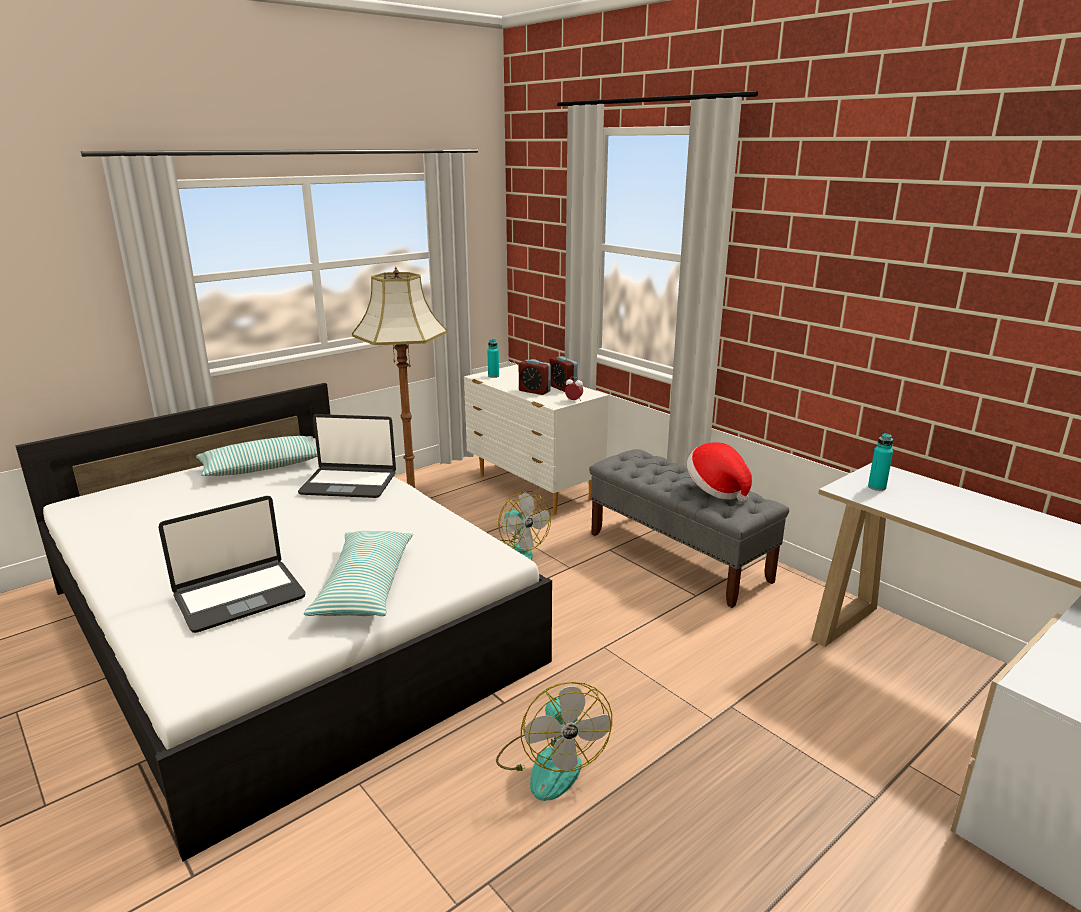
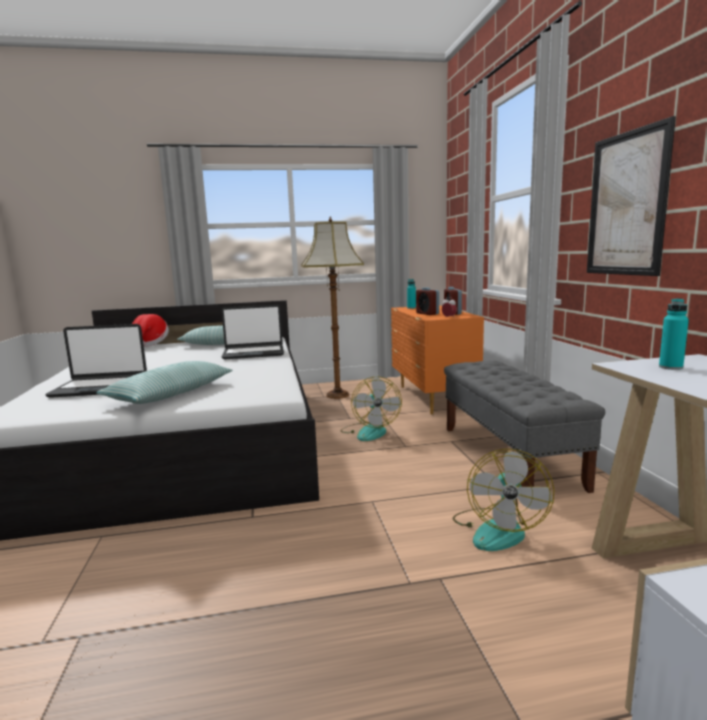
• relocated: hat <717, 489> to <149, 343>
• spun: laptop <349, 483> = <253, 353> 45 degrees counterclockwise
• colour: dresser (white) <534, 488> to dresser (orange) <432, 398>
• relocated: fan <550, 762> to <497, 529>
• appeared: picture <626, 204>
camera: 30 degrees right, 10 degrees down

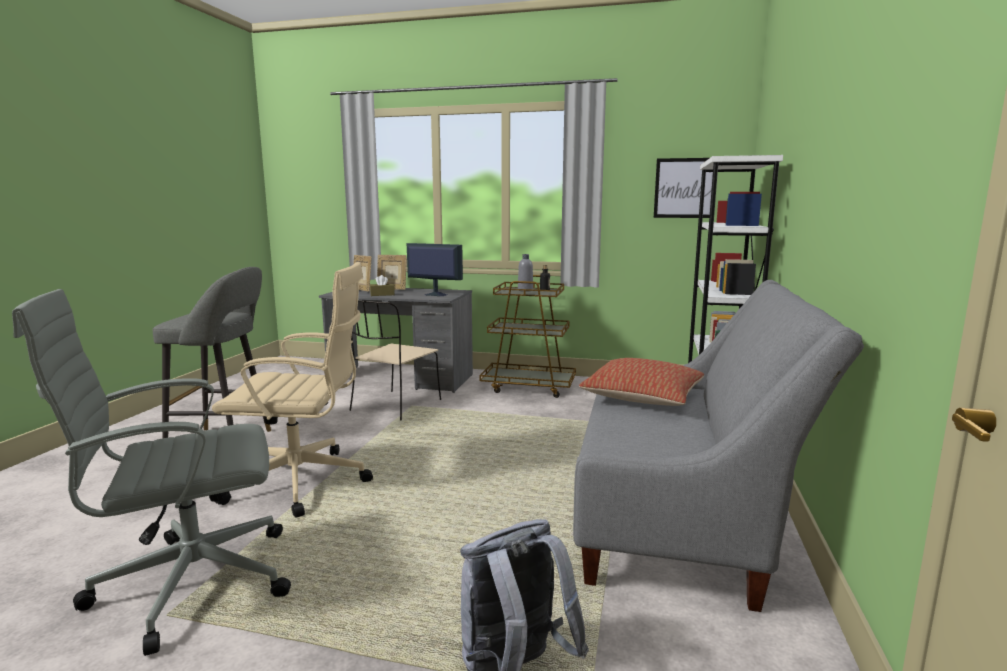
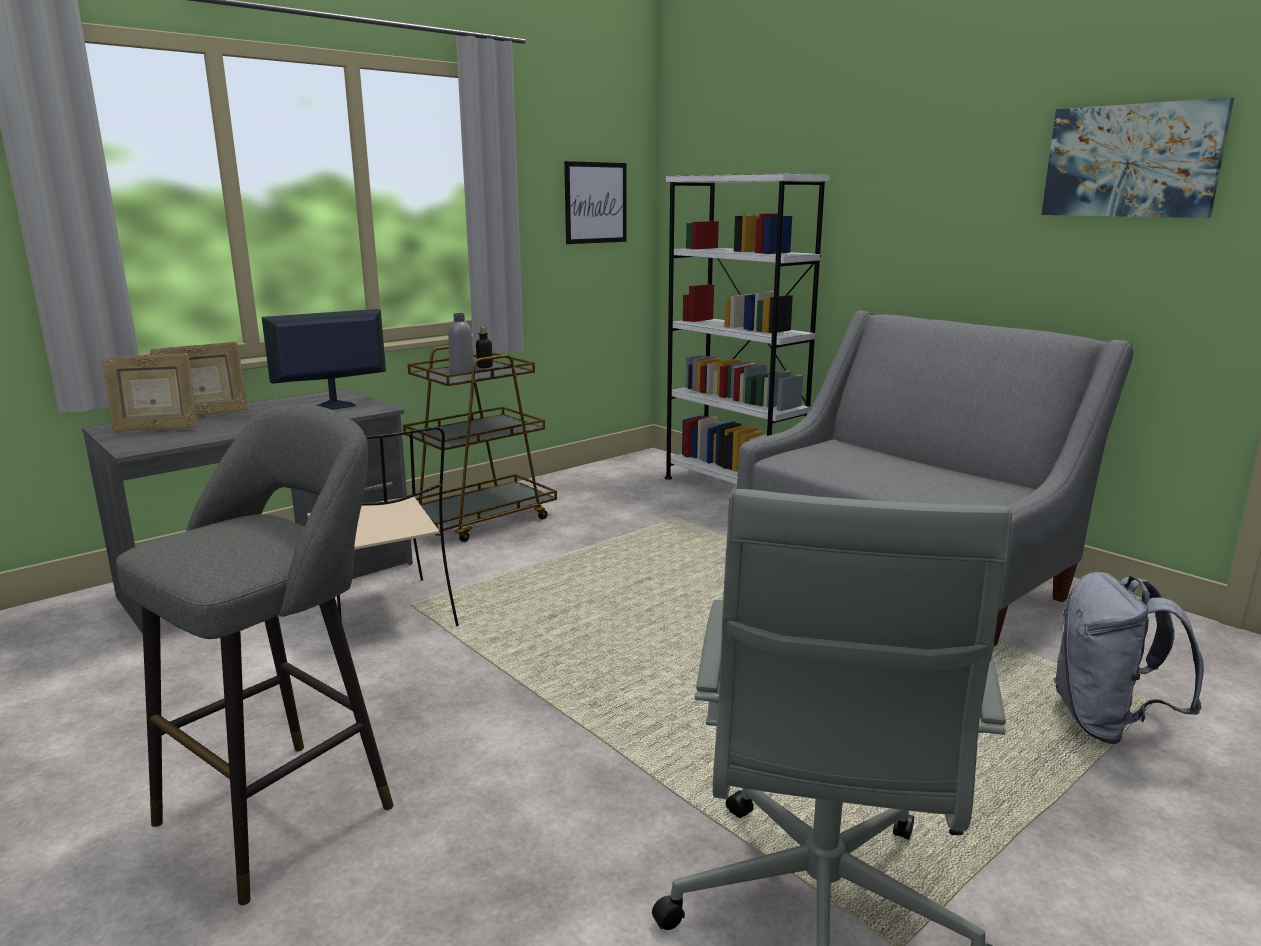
• appeared: picture <1131, 161>
• missing: office chair (beige) <303, 482>
• missing: tissue box (brown) <382, 294>
• missing: pillow <643, 397>
camera: 55 degrees left, 5 degrees up

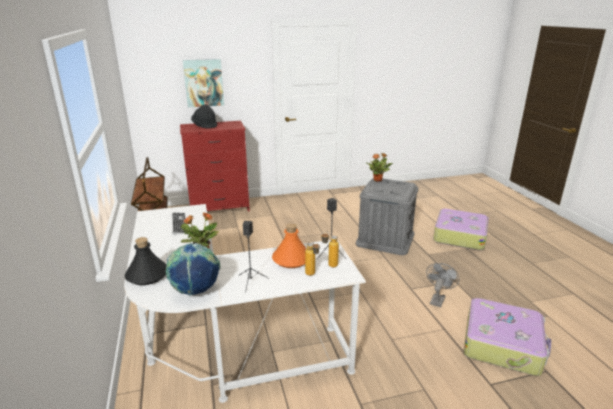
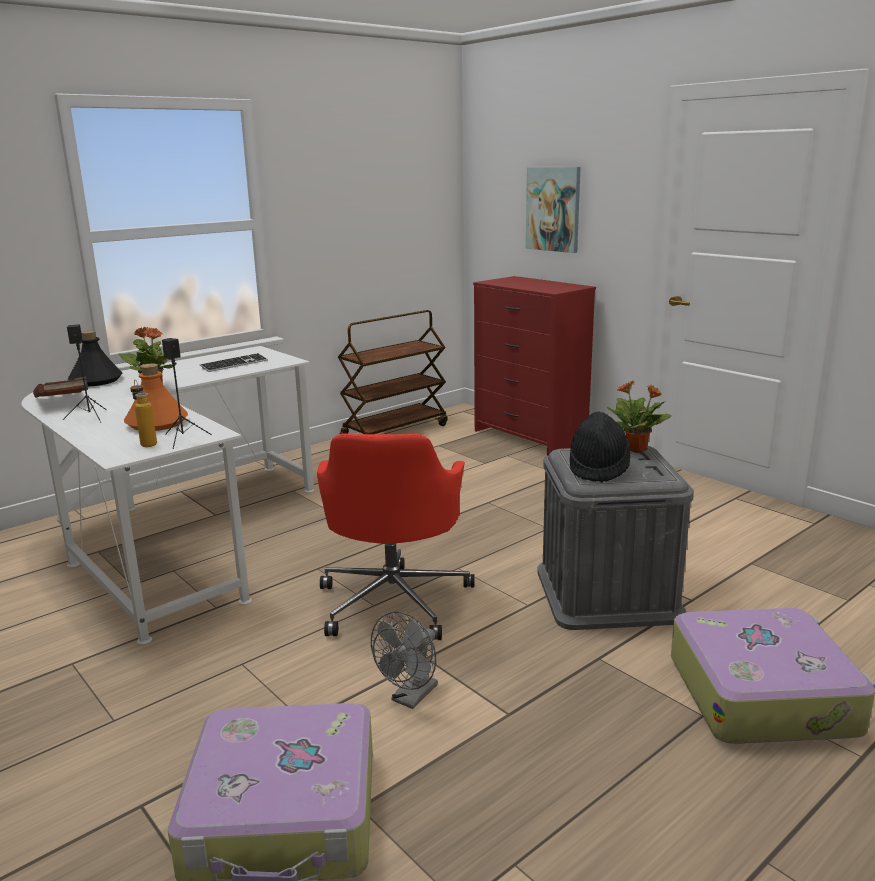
• exchanged: globe <196, 291> to book (brown) <64, 402>
• appeared: office chair (red) <394, 600>
• spun: fan (grey) <437, 299> = <410, 698> 120 degrees clockwise
• relocated: hat (black) <205, 126> to <598, 468>
• missing: bottle <312, 275>
camera: 65 degrees right, 5 degrees down

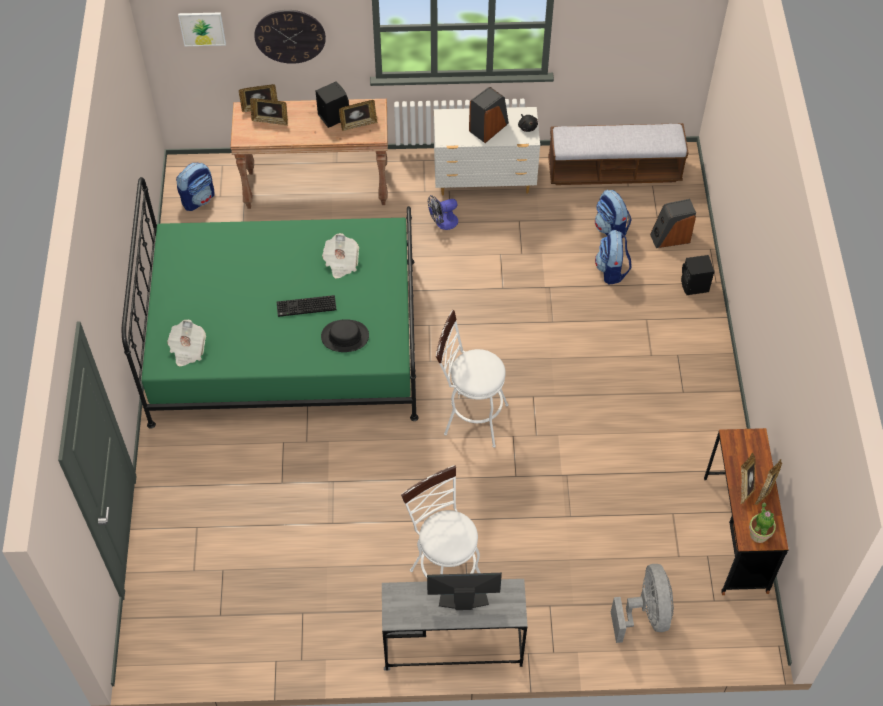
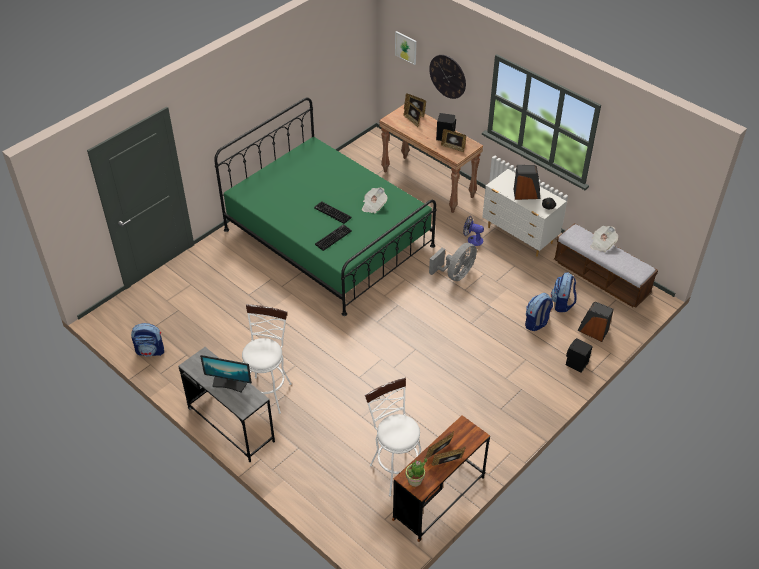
• relocated: backpack <198, 199> to <150, 351>
• spun: monitor <463, 600> = <229, 384> 150 degrees clockwise
• exchanged: hat (black) <345, 336> to keyboard <333, 237>
• relocated: stool (white) <470, 418> to <395, 468>
• relocated: fan (grey) <645, 614> to <455, 274>
• relocated: newspaper <187, 350> to <602, 244>
camera: 45 degrees right, 10 degrees down

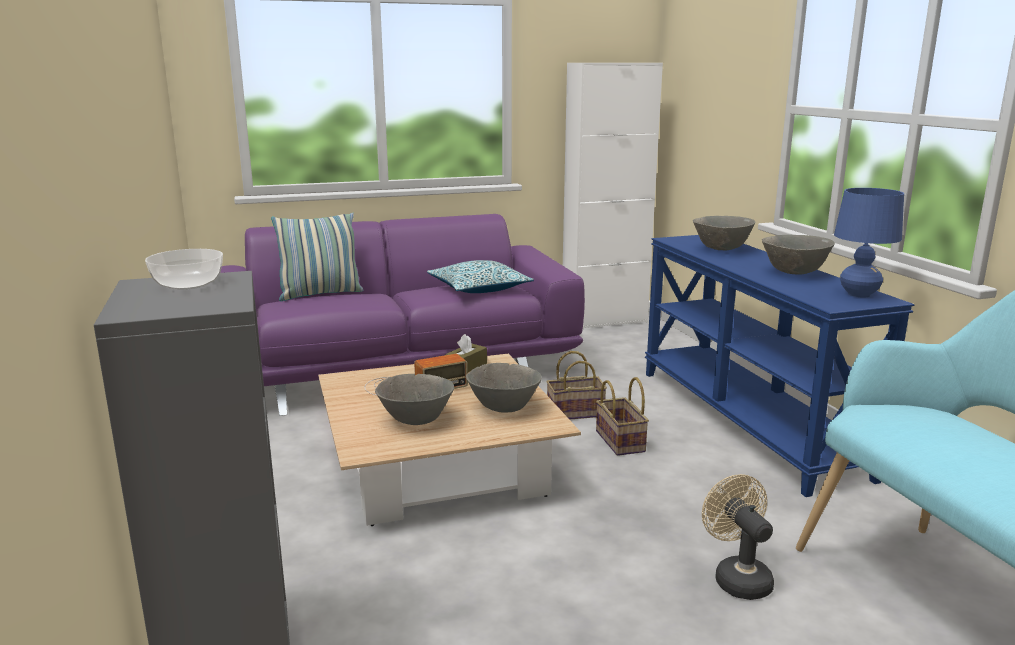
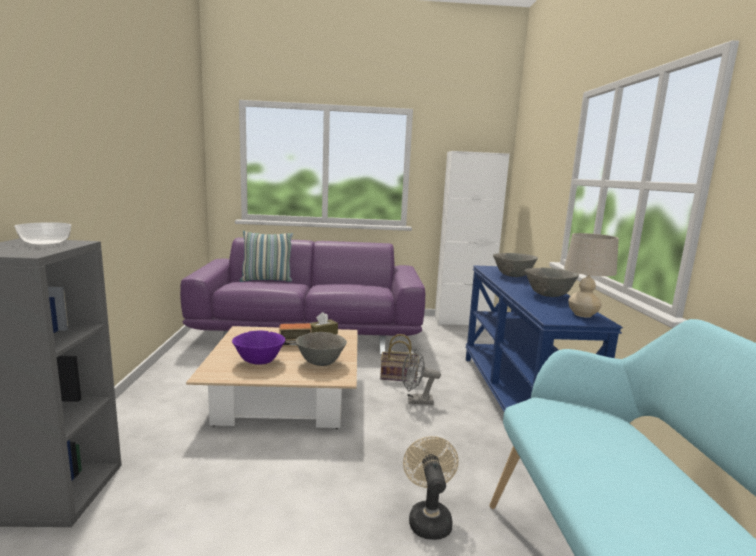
• colour: bowl (grey) <416, 420> to bowl (purple) <259, 361>
• exchanged: basket <621, 442> to fan (grey) <416, 401>
• colour: table lamp (blue) <859, 294> to table lamp (beige) <582, 315>
• missing: pillow <479, 288>
camera: 15 degrees right, 5 degrees down

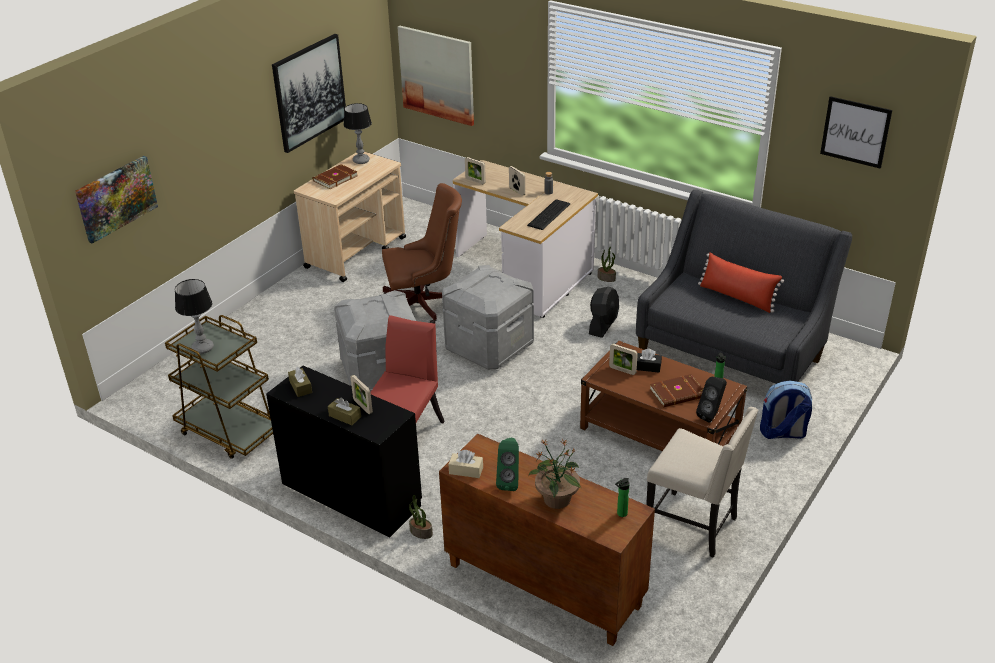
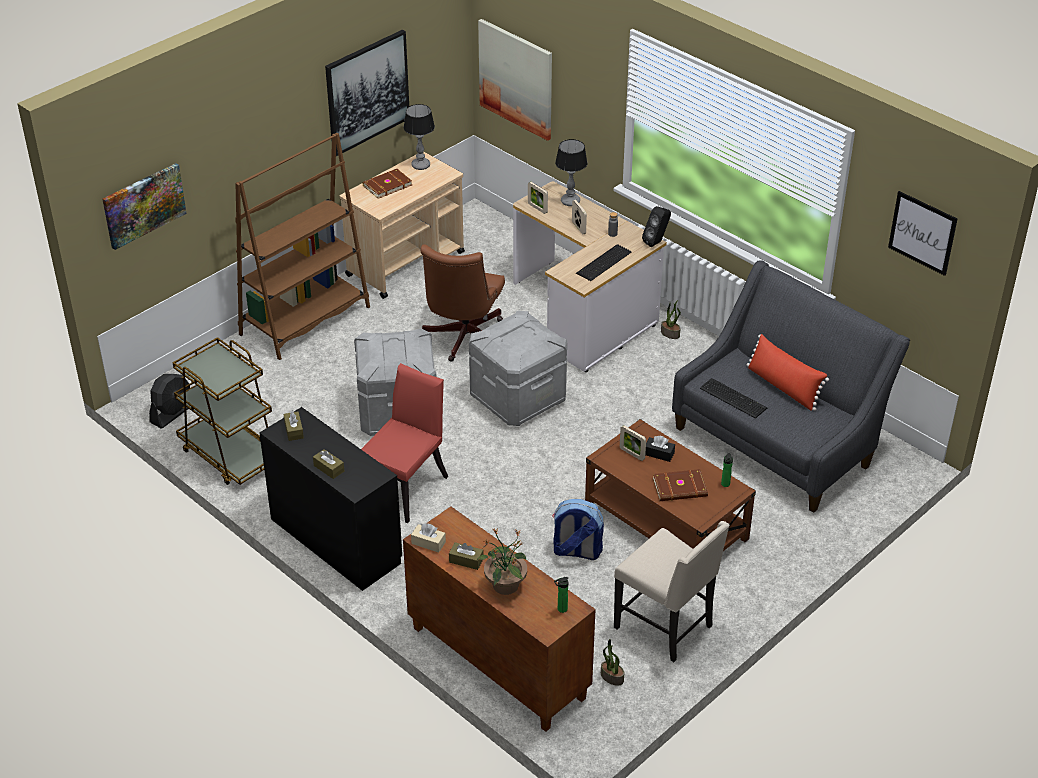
• relocated: fan (black) <603, 325> to <173, 413>
• appeared: bookcase (brown) <305, 321>
• spun: office chair (brown) <424, 306> = <462, 340> 105 degrees clockwise
• exchanged: speaker (green) <509, 482> to tissue box (brown) <466, 560>
• relocated: backpack <782, 433> to <576, 551>
• relocated: table lamp <203, 348> to <570, 201>
• relocated: potted plant <420, 532> to <611, 677>
• relocated: speaker (black) <711, 415> to <656, 242>
• appeared: keyboard <733, 397>
• missing: picture frame <363, 406>
camera: 10 degrees right, 5 degrees up

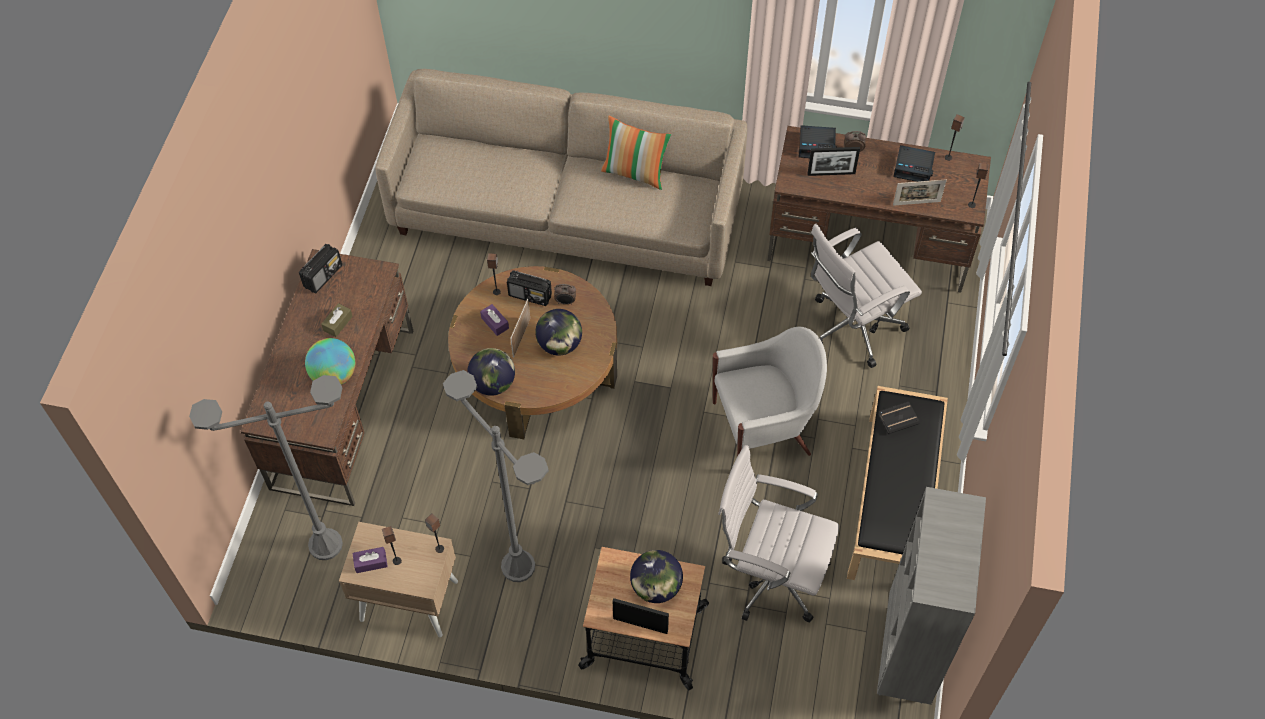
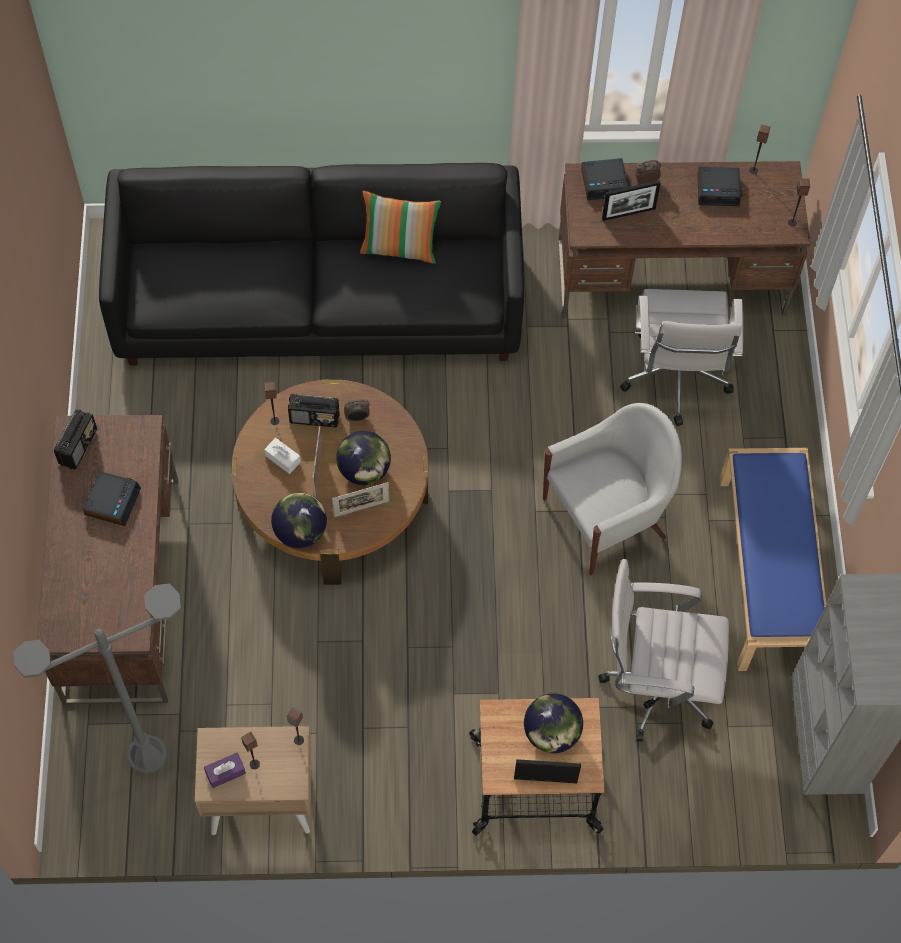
• exchanged: tissue box (brown) <338, 323> to alarm clock <112, 501>
• colour: sofa (beige) <567, 212> to sofa (black) <319, 302>
• colour: tissue box (purple) <495, 323> to tissue box (white) <283, 459>
• relocated: picture frame <916, 203> to <361, 508>
• spun: office chair (white) <851, 328> = <675, 381> 45 degrees counterclockwise
• colour: bench (black) <894, 501> to bench (blue) <768, 573>
• missing: globe <334, 375>
• missing: floor lamp (grey) <518, 566>
• missing: book (black) <898, 418>
camera: 15 degrees left, 5 degrees up

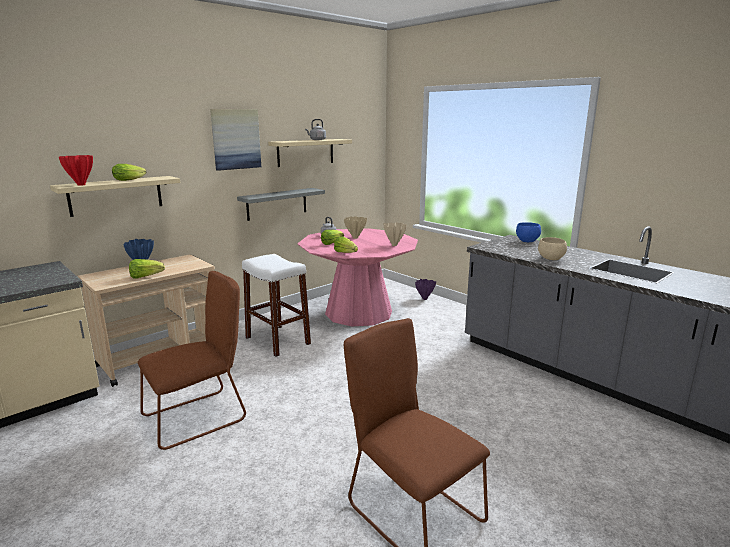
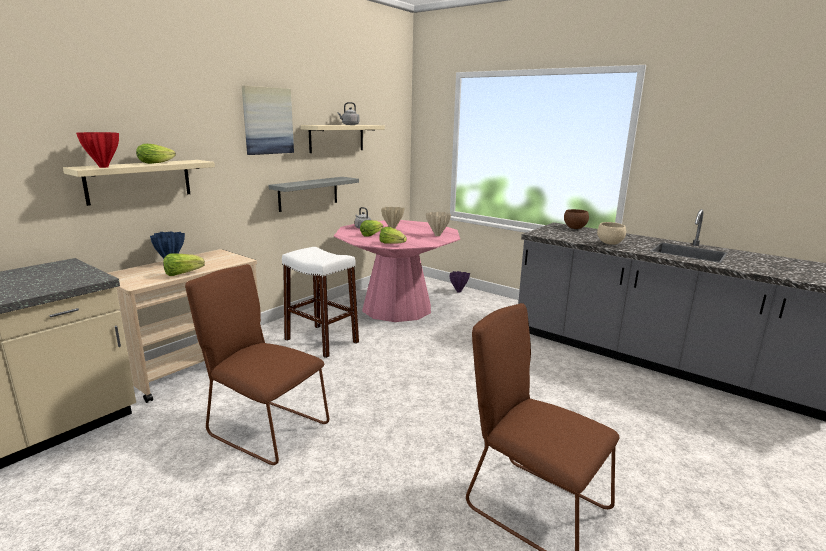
• spun: chair (brown) <199, 417> = <264, 428> 105 degrees counterclockwise
• colour: bowl (blue) <526, 241> to bowl (brown) <574, 228>
camera: 10 degrees left, 0 degrees up

